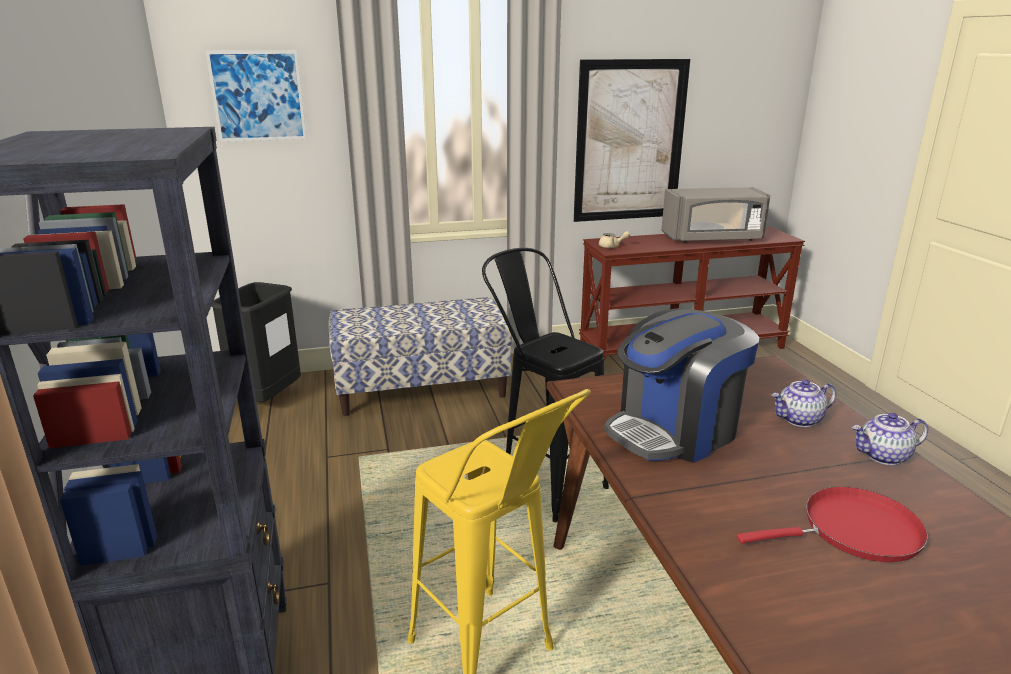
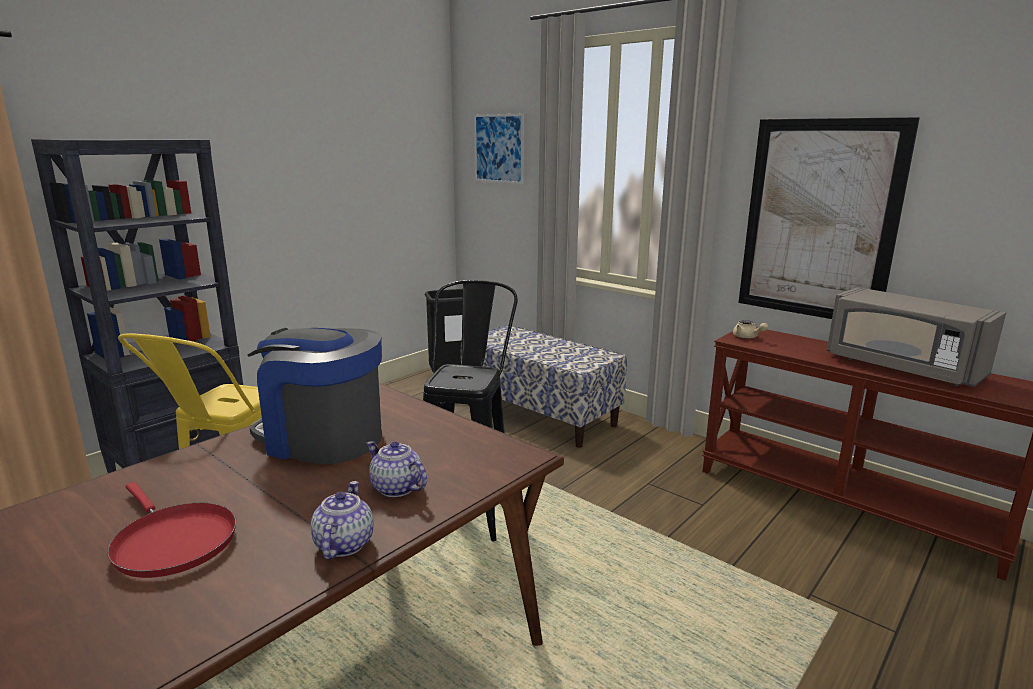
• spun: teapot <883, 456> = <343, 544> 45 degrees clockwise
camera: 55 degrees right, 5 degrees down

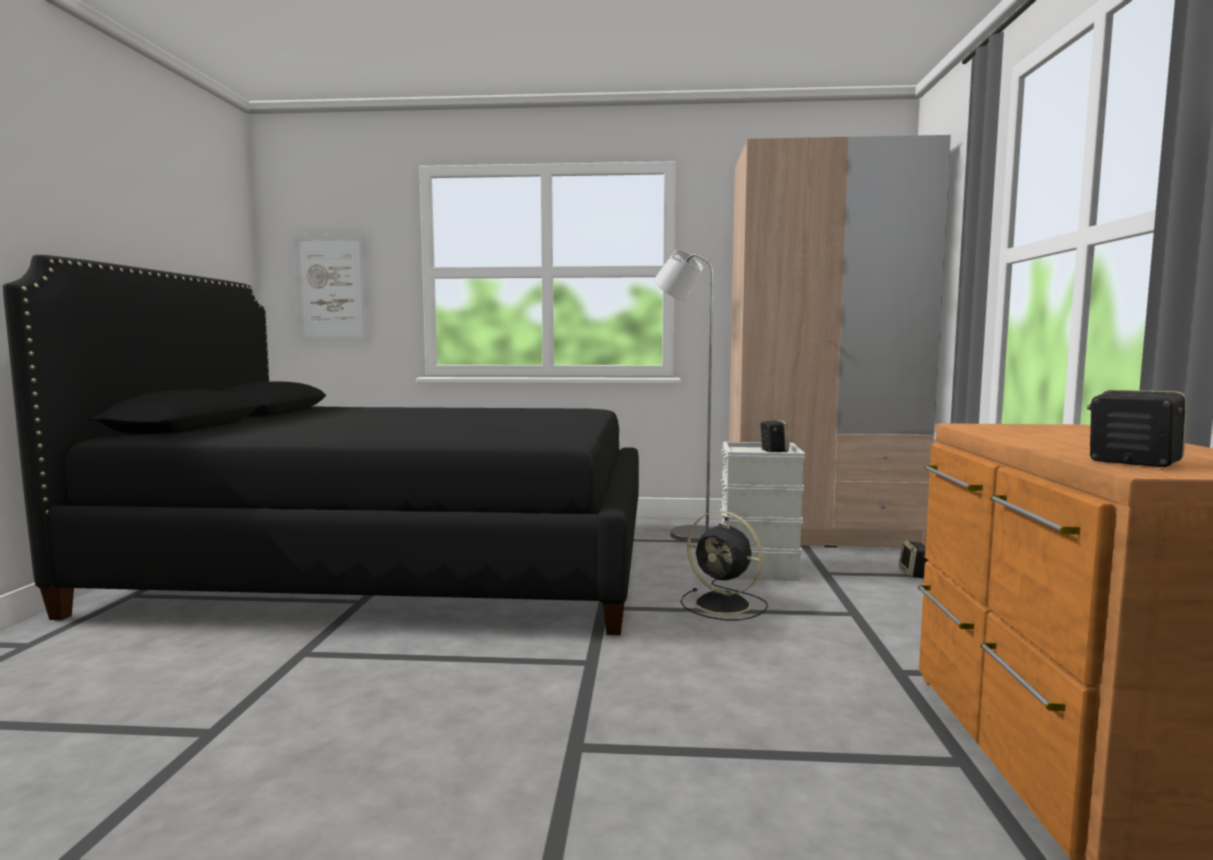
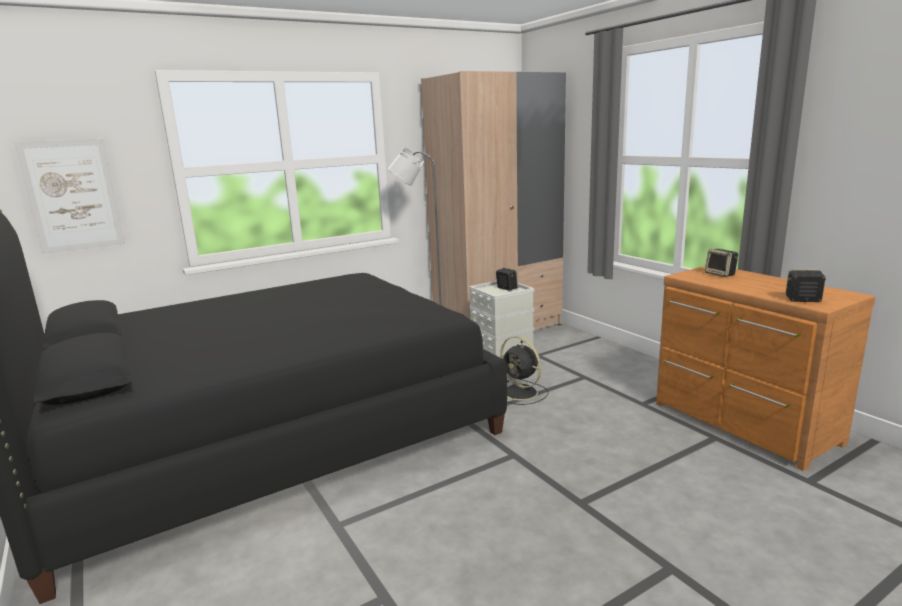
• spun: fan (black) <725, 605> = <521, 393> 45 degrees clockwise
• relocated: speaker <914, 574> to <721, 274>
camera: 35 degrees left, 10 degrees up

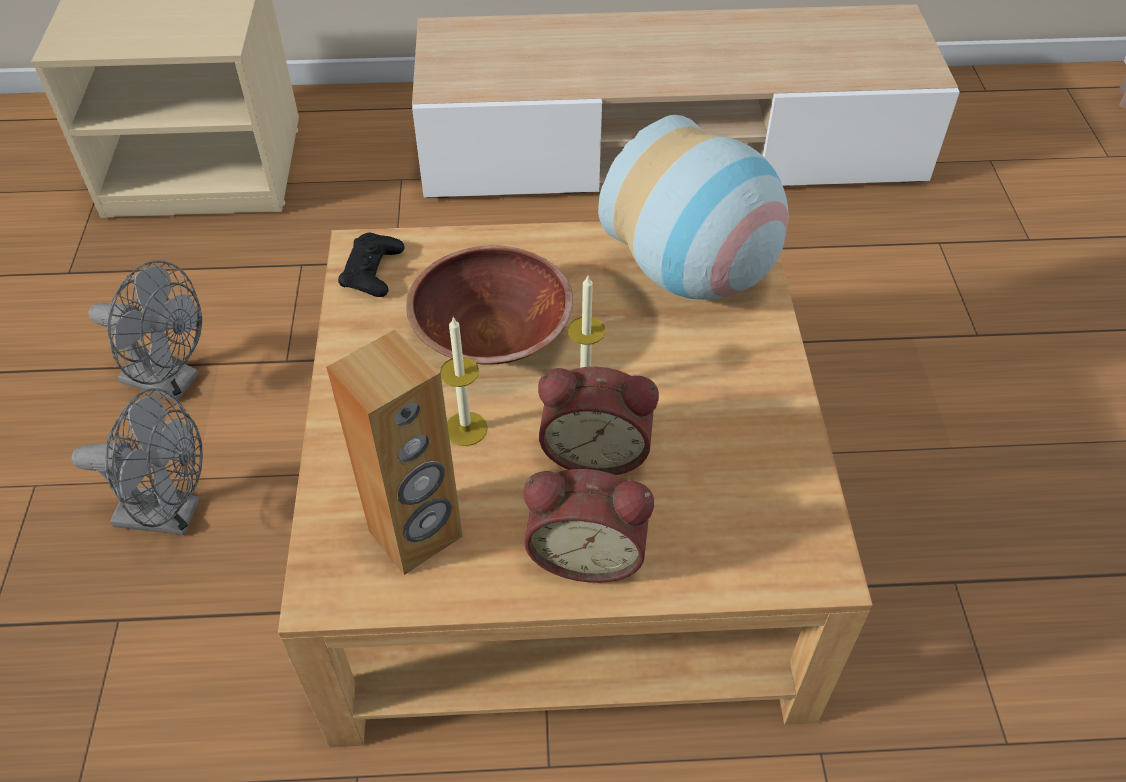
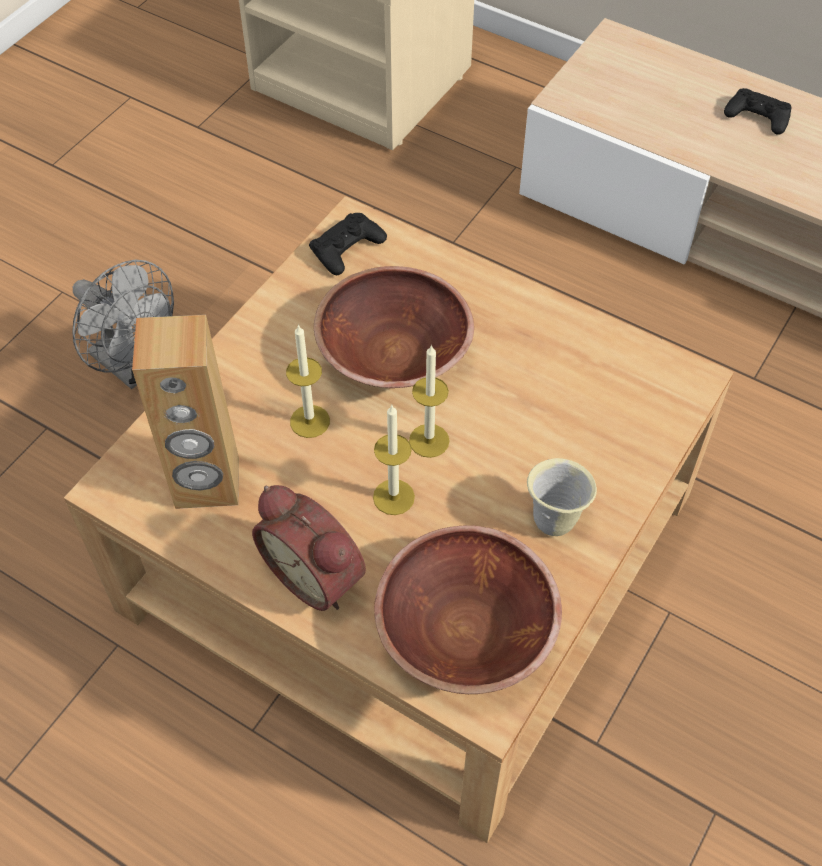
• exchanged: alarm clock <596, 450> to candle <393, 497>
• appeared: bowl (brown) <466, 631>
• appeared: mug (beige) <555, 518>
• appeared: game controller (black) <757, 116>
• missing: fan (grey) <171, 381>
• missing: vase <695, 275>
camera: 35 degrees right, 5 degrees up

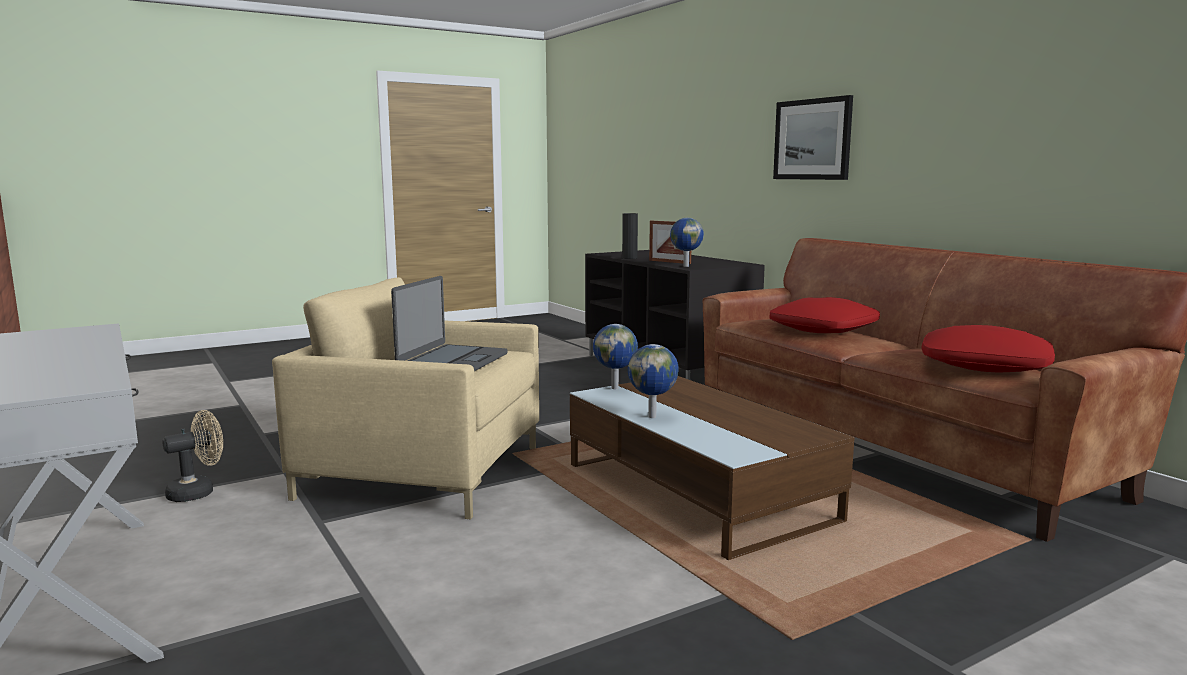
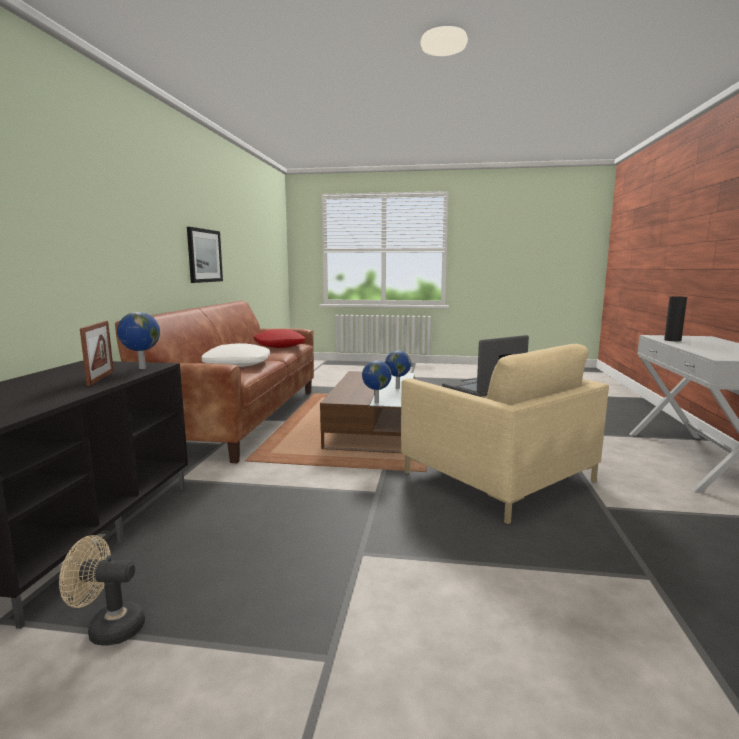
• relocated: fan (beige) <198, 492> to <108, 628>
• relocated: picture <812, 139> to <204, 255>
• colour: pillow (red) <823, 329> to pillow (white) <237, 364>
• relocated: vase (black) <629, 258> to <672, 340>
camera: 140 degrees left, 0 degrees up

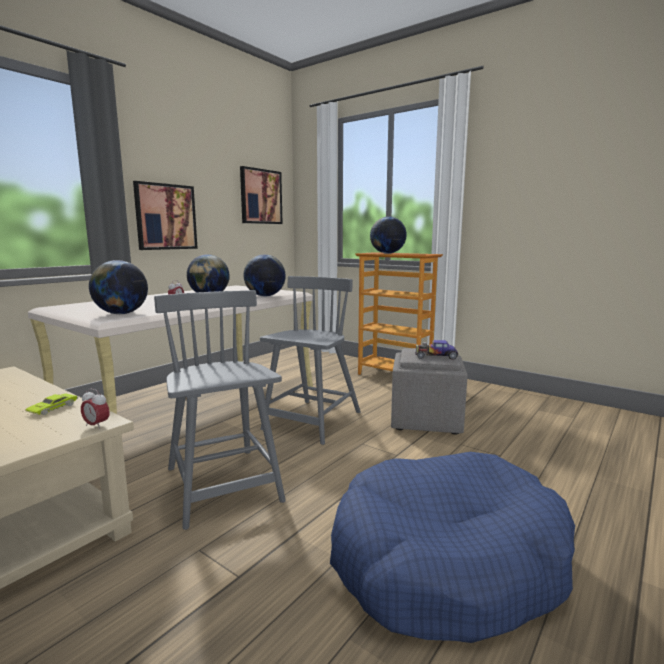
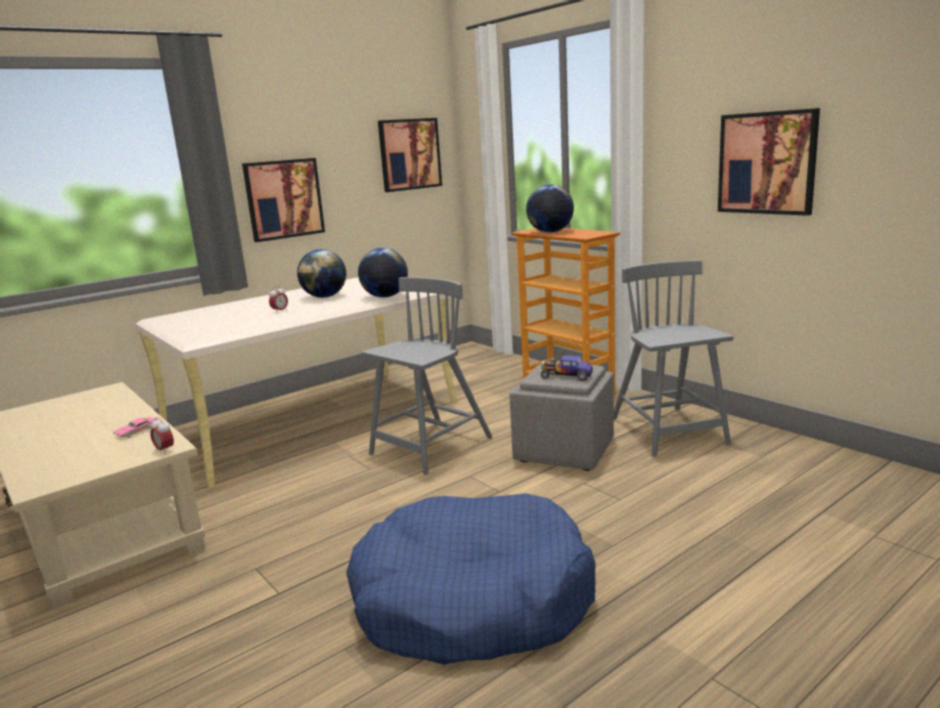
• colour: toy car (green) <53, 408> to toy car (pink) <137, 431>
• relocated: chair (grey) <223, 486> to <668, 432>
• appeared: picture <767, 163>
• missing: globe <121, 314>
camera: 15 degrees right, 5 degrees up

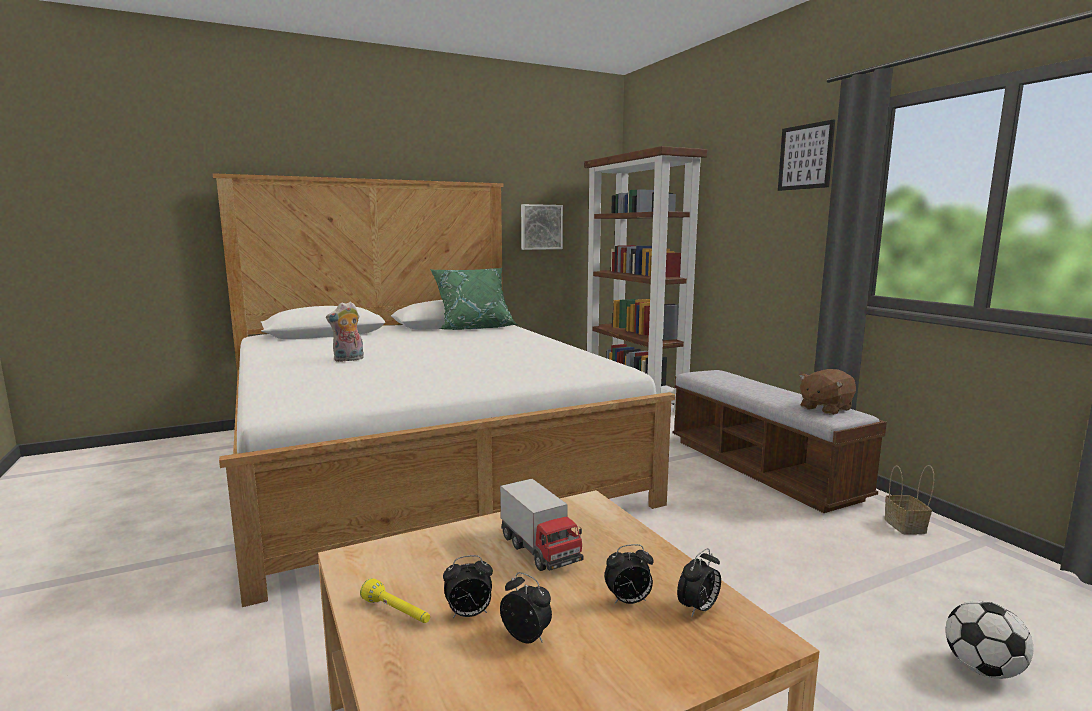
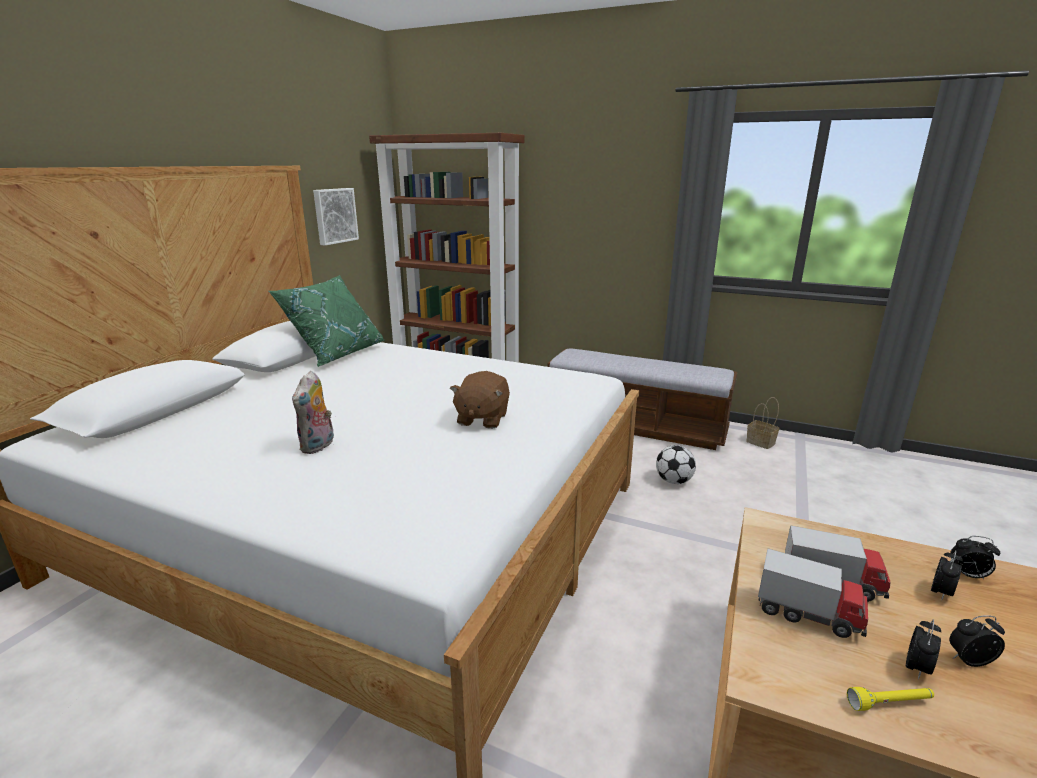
• relocated: plush toy (brown) <825, 408> to <482, 419>
• relocated: football <982, 669> to <673, 481>
• appeared: toy truck <808, 614>
• spun: alarm clock <698, 609> = <967, 575> 105 degrees clockwise
• missing: picture <805, 157>
camera: 40 degrees left, 10 degrees up

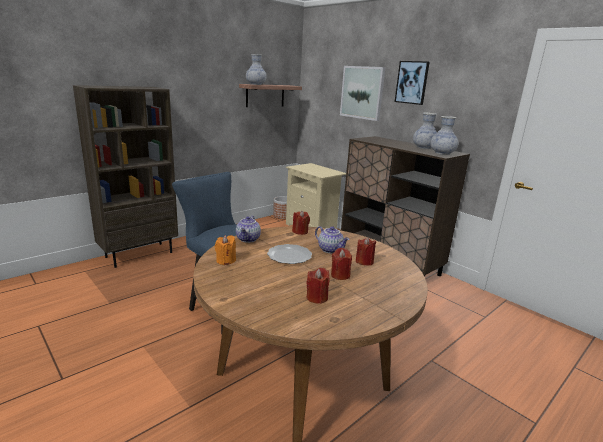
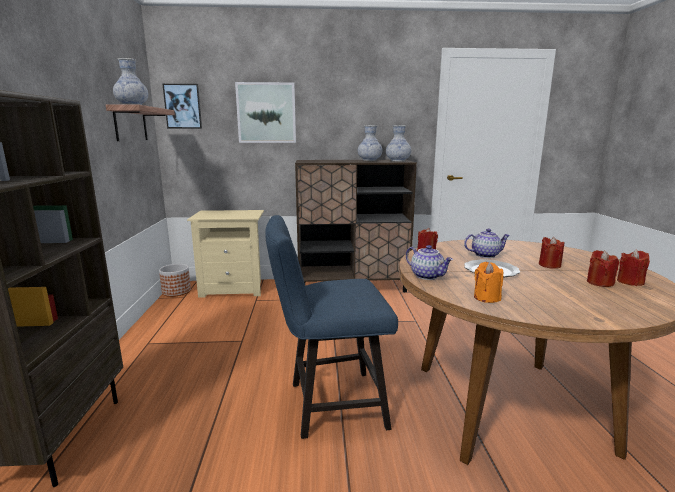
• relocated: picture <412, 82> to <183, 106>
• relocated: candle (red) <364, 261> to <630, 282>
camera: 50 degrees left, 5 degrees down

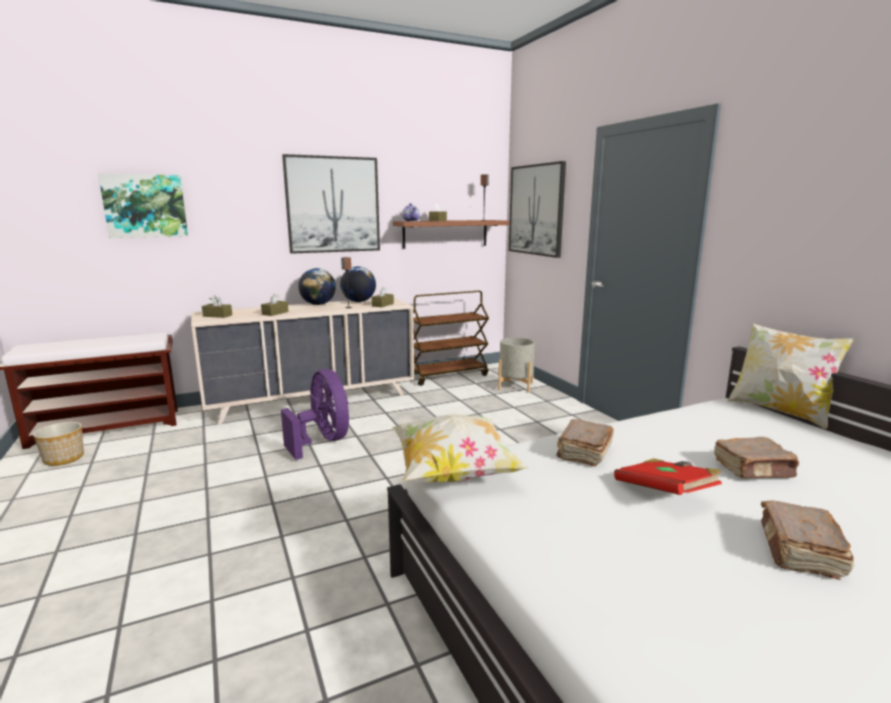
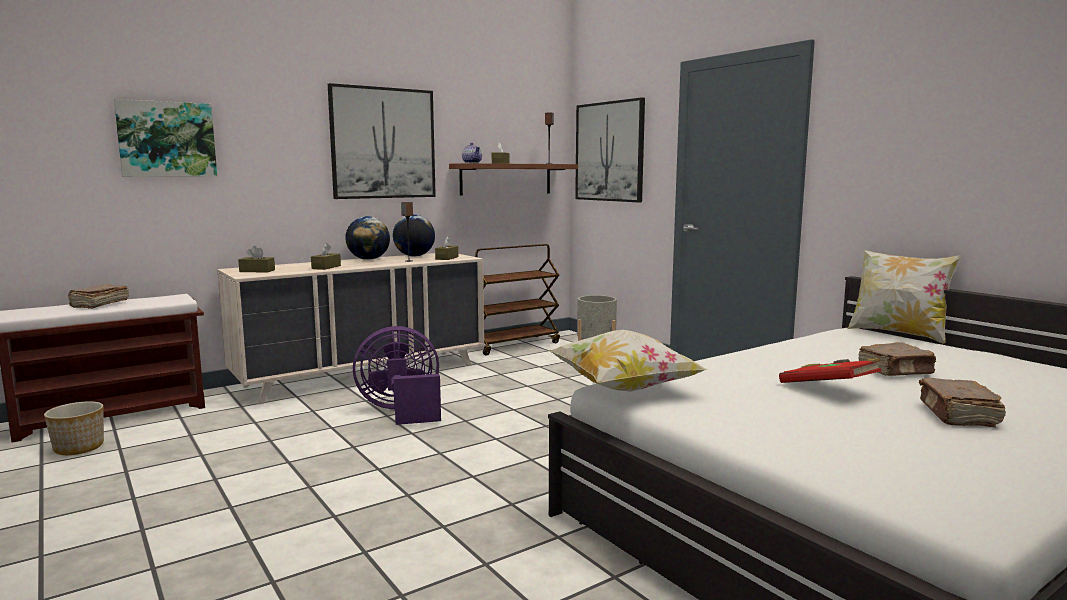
• relocated: book (brown) <583, 452> to <99, 304>
• spun: fan (purple) <323, 441> = <401, 411> 60 degrees counterclockwise
camera: 10 degrees left, 5 degrees down

